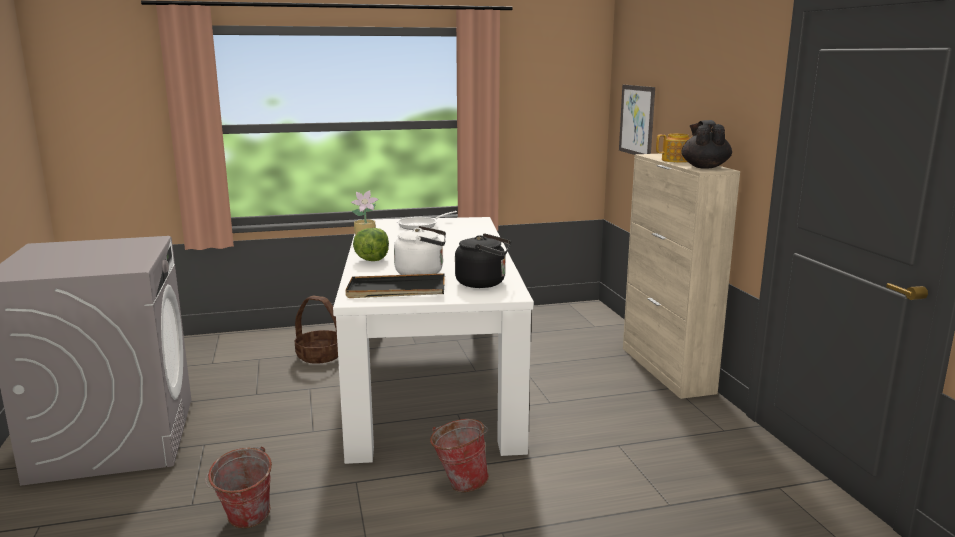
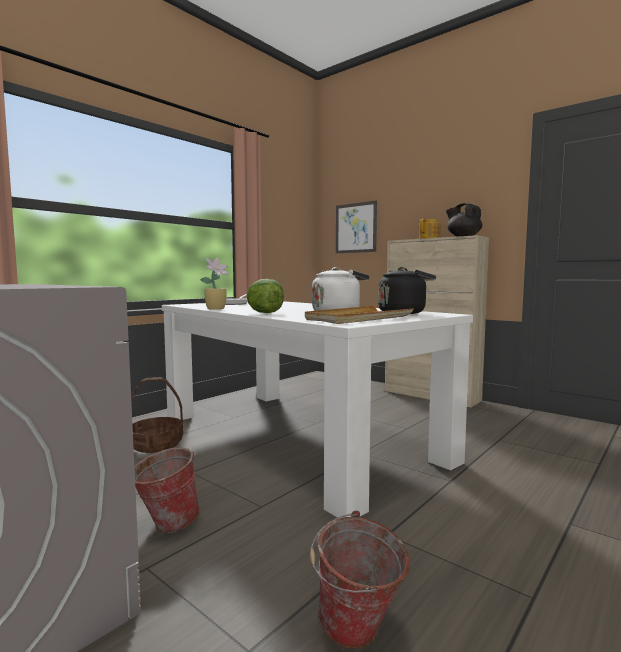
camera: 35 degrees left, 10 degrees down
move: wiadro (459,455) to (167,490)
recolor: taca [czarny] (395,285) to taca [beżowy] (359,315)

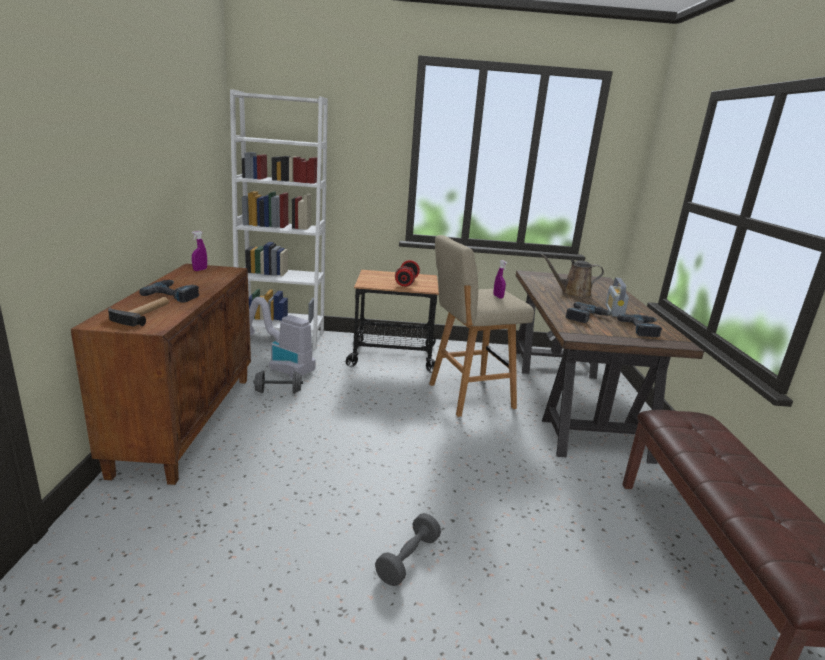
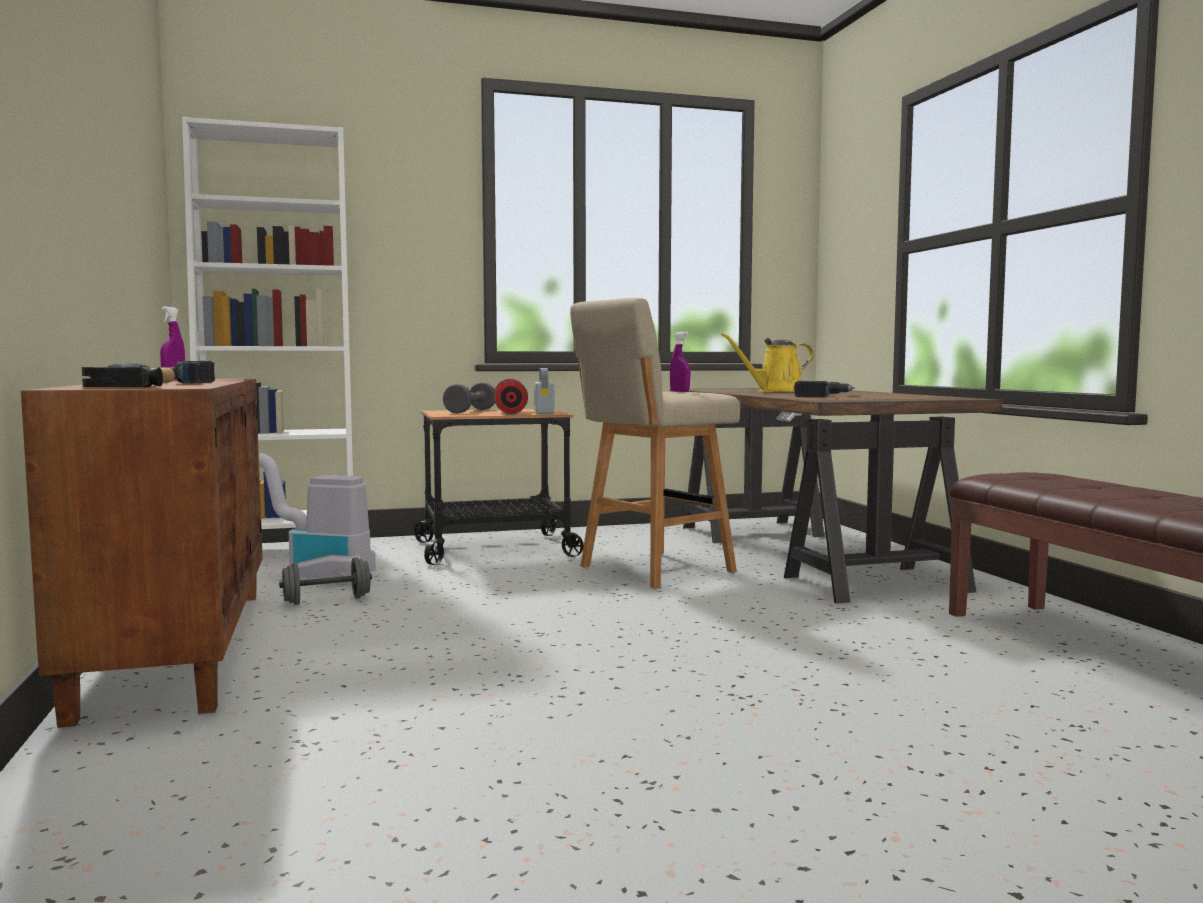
camera: 15 degrees left, 15 degrees down
delete: wiertarka (639,325)
move: hantel [szary] (408,549) to (469,397); radio (617,297) to (544,391)
recolor: konewka [brązowy] (572,276) to konewka [żółty] (767,362)

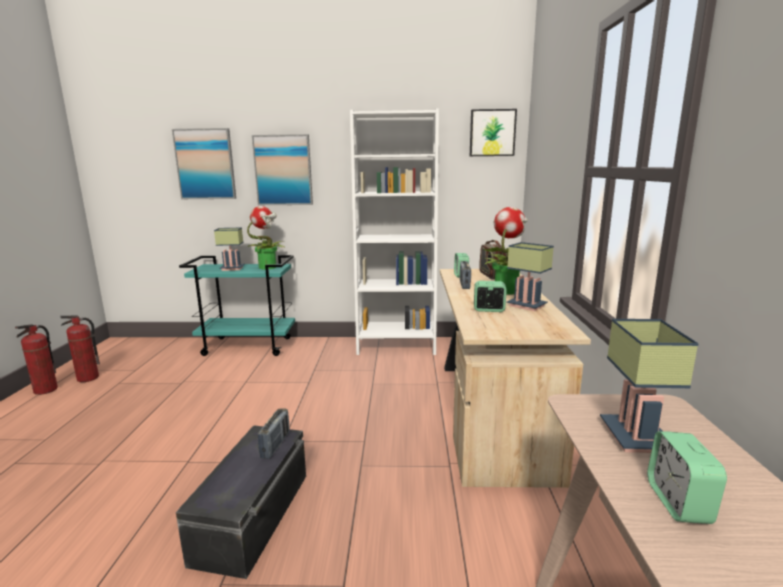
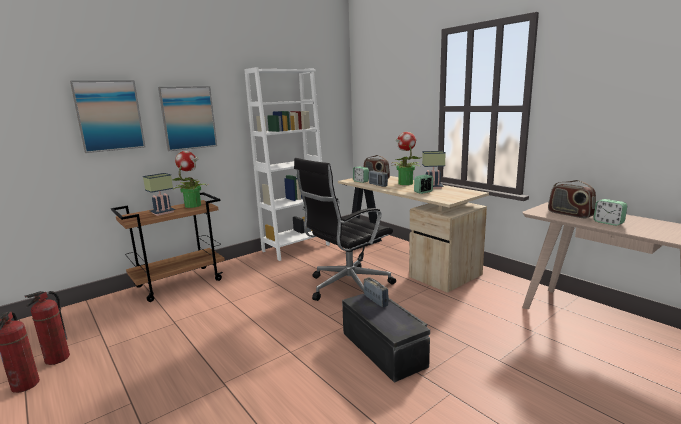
camera: 40 degrees left, 0 degrees up
delete: obraz (493,132)
insert: krzesło biurowe [czarny] (345,229)
replace: lampa stołowa (649,386) to radio (572,199)
recolor: wózek [turkusowy] (237,305) to wózek [brązowy] (168,247)

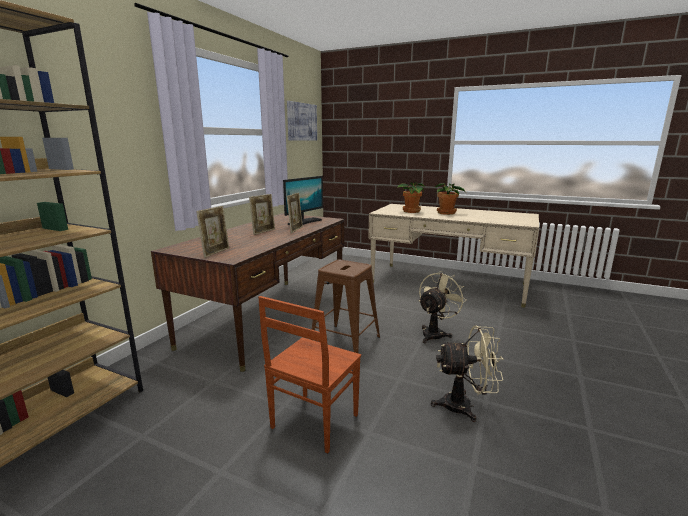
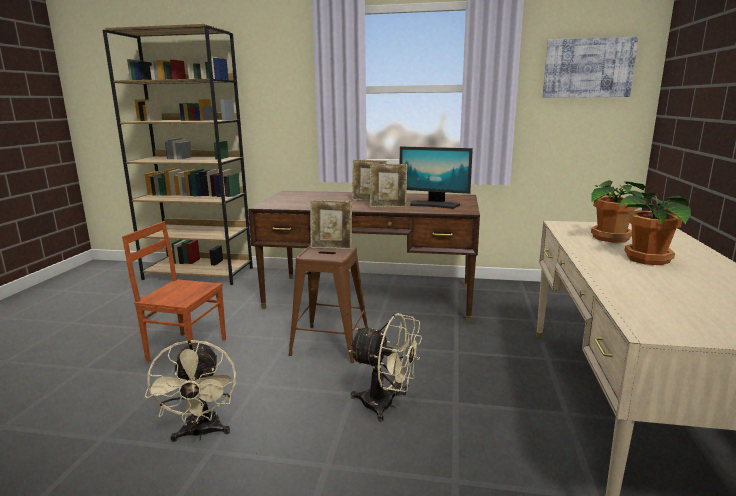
camera: 75 degrees right, 0 degrees up
move: ramka na zdjęcie (212,232) to (331,225)

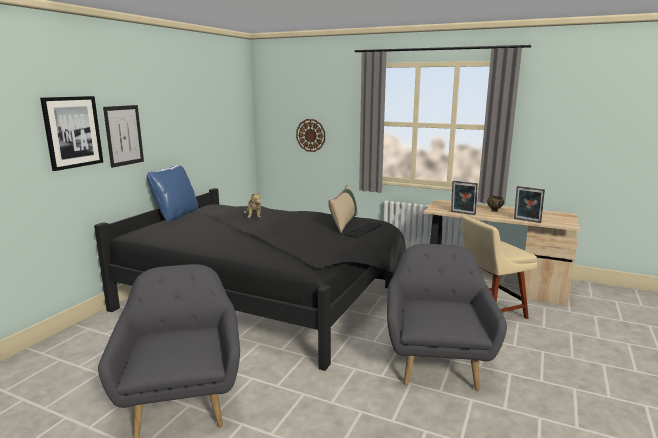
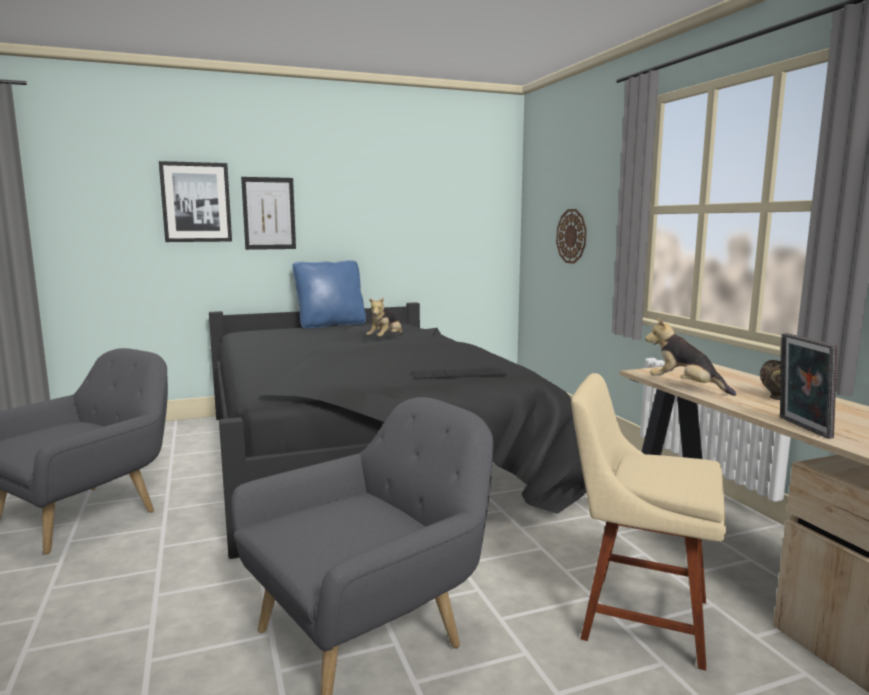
camera: 45 degrees right, 5 degrees down
delete: poduszka [beżowy] (342,209)
replace: ramka na zdjęcie (464,198) to pluszak (690,357)

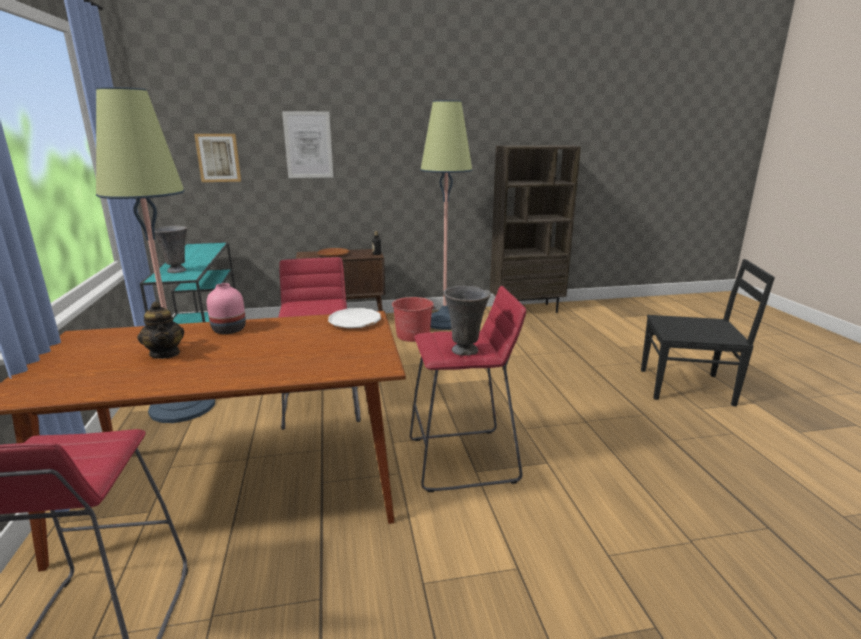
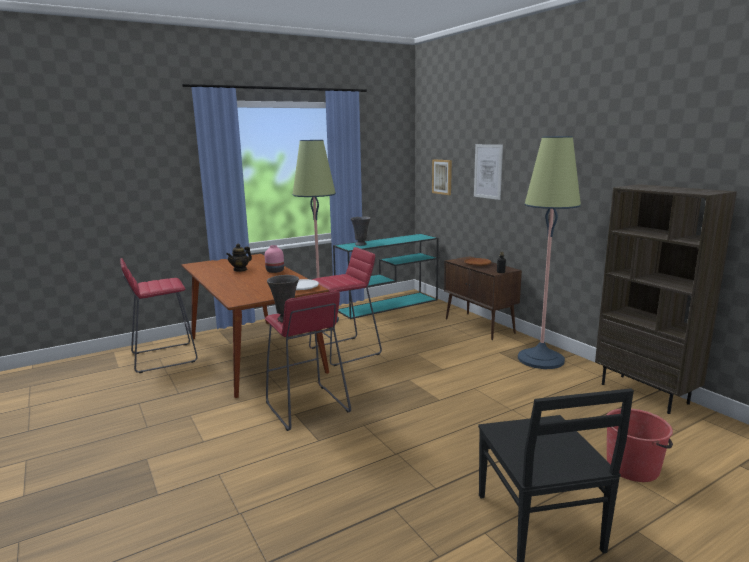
camera: 70 degrees right, 5 degrees down
move: wiadro [czerwony] (414,319) to (640,445)

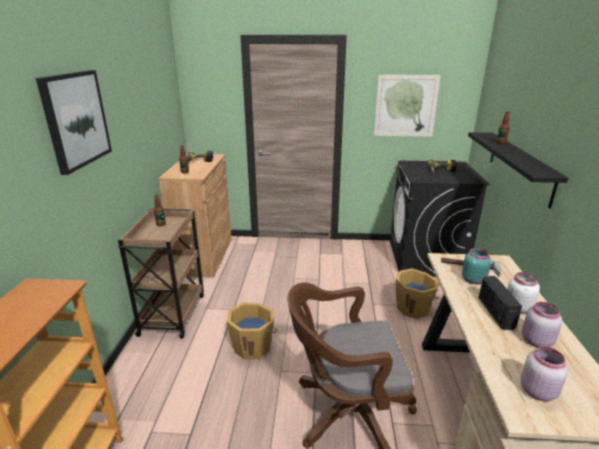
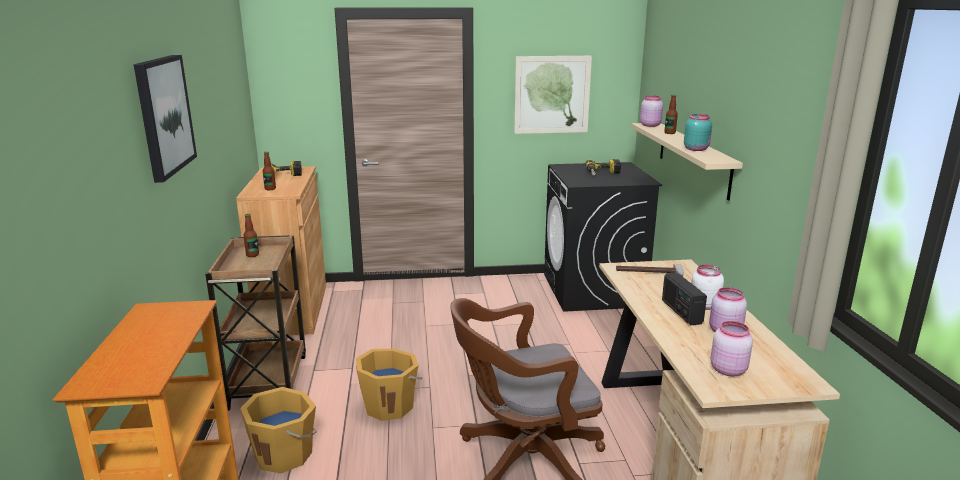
camera: 10 degrees left, 5 degrees down
insert: słoik [różowy] (651,111)
move: wiadro [pomarańczowy] (417,293) to (278,430); słoik [turkusowy] (476,266) to (698,132)
recolor: półka [czarny] (518,170) to półka [beżowy] (687,161)

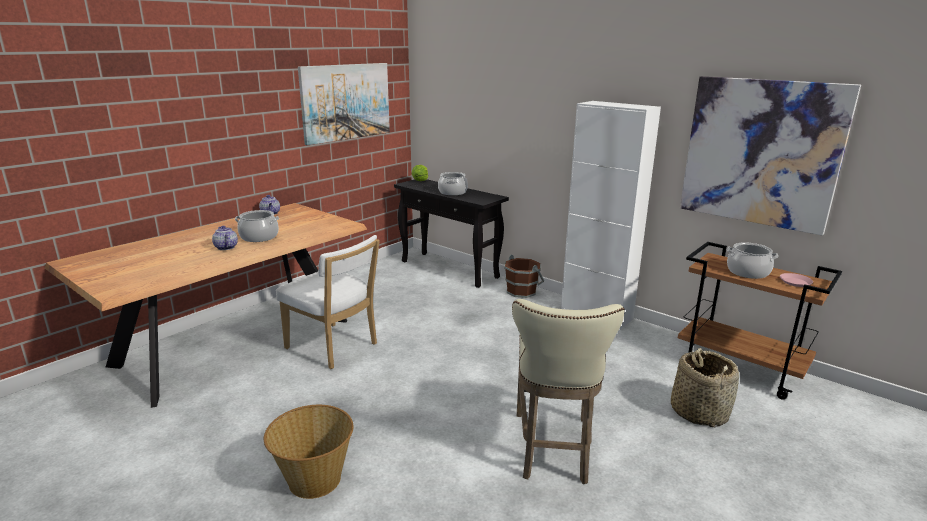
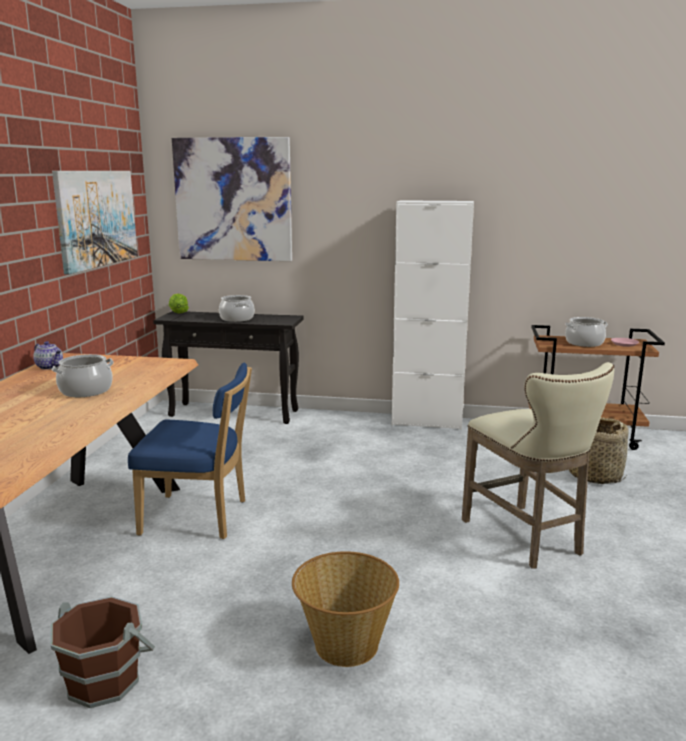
camera: 30 degrees left, 5 degrees down
delete: imbryk (225,238)
move: wiadro [brązowy] (524,276) to (102,652); obraz (770,156) to (232,199)
recolor: krzesło [biały] (328,302) to krzesło [niebieski] (190,451)

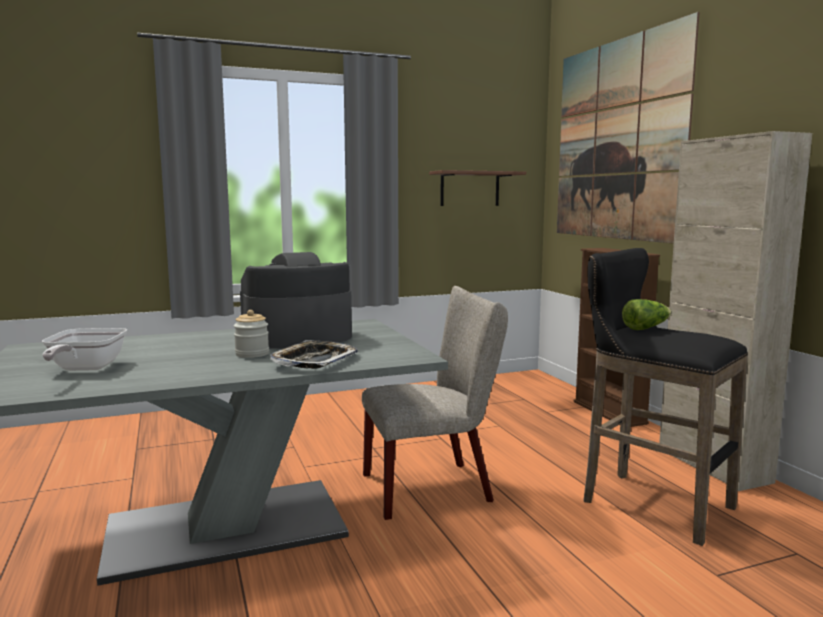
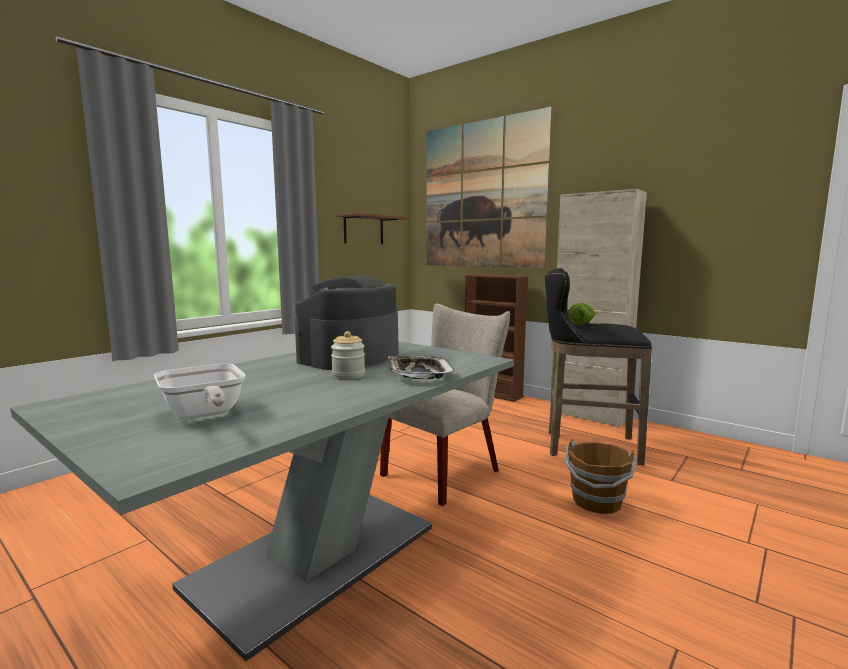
camera: 30 degrees left, 0 degrees up
insert: wiadro [brązowy] (600,476)

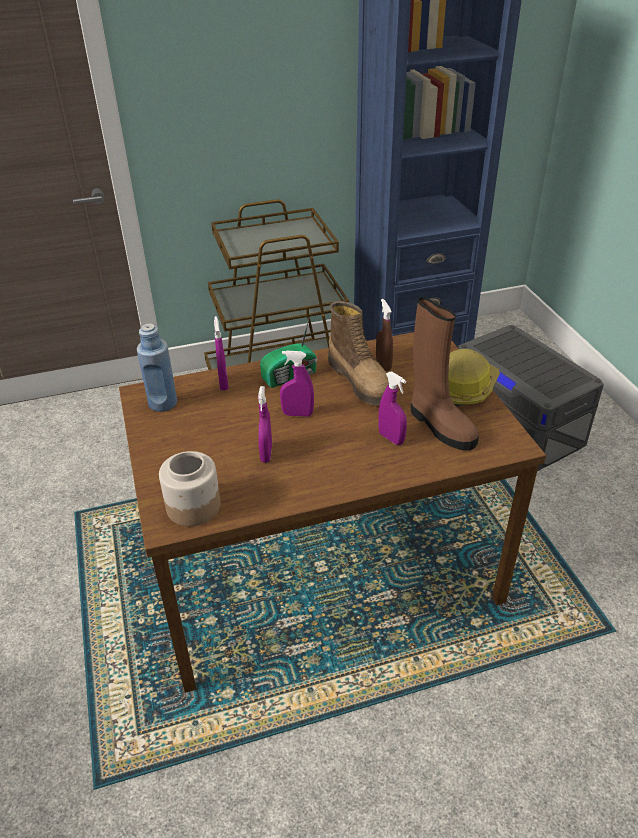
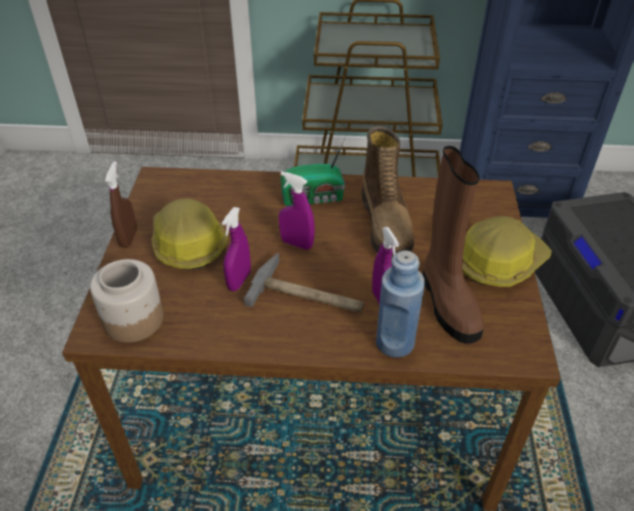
camera: 20 degrees right, 5 degrees up
delete: spryskiwacz [fioletowy] (221,353)
insert: kask (190,234); młotek (304,283)
move: butelka [niebieski] (157,368) to (400,304); spryskiwacz [brązowy] (384,335) to (121,204)

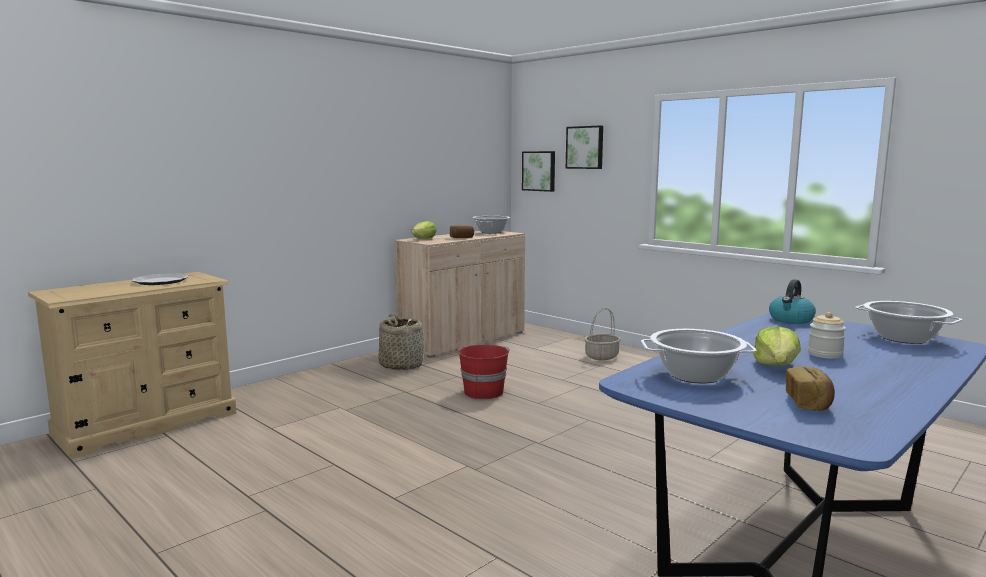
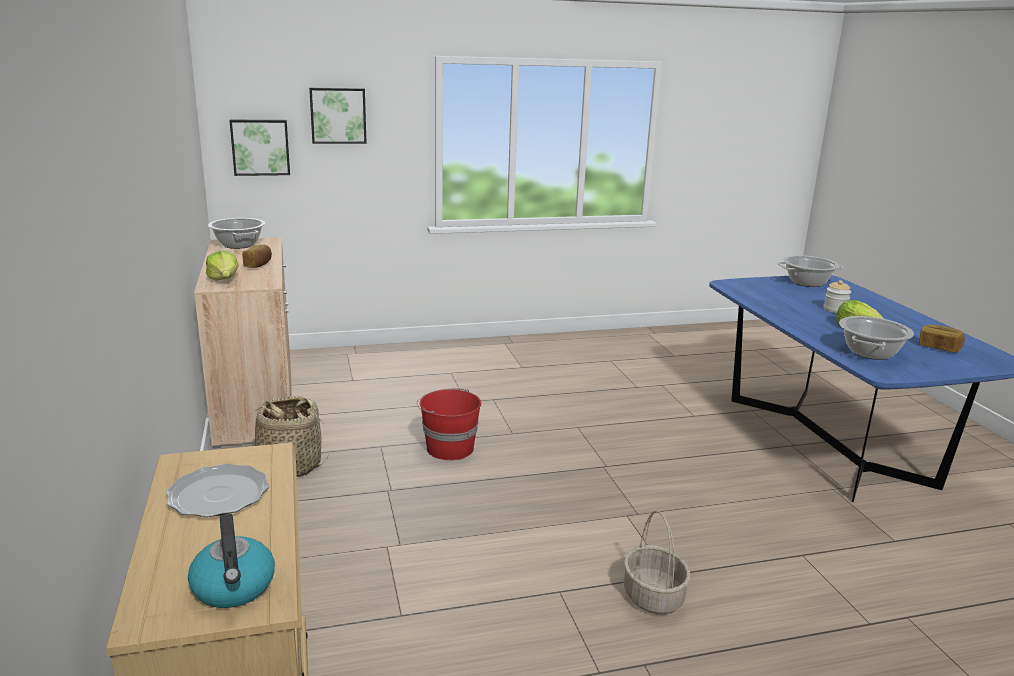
camera: 60 degrees left, 10 degrees up
move: koszyk (602,333) to (657,562); czajnik (792,301) to (231,561)

